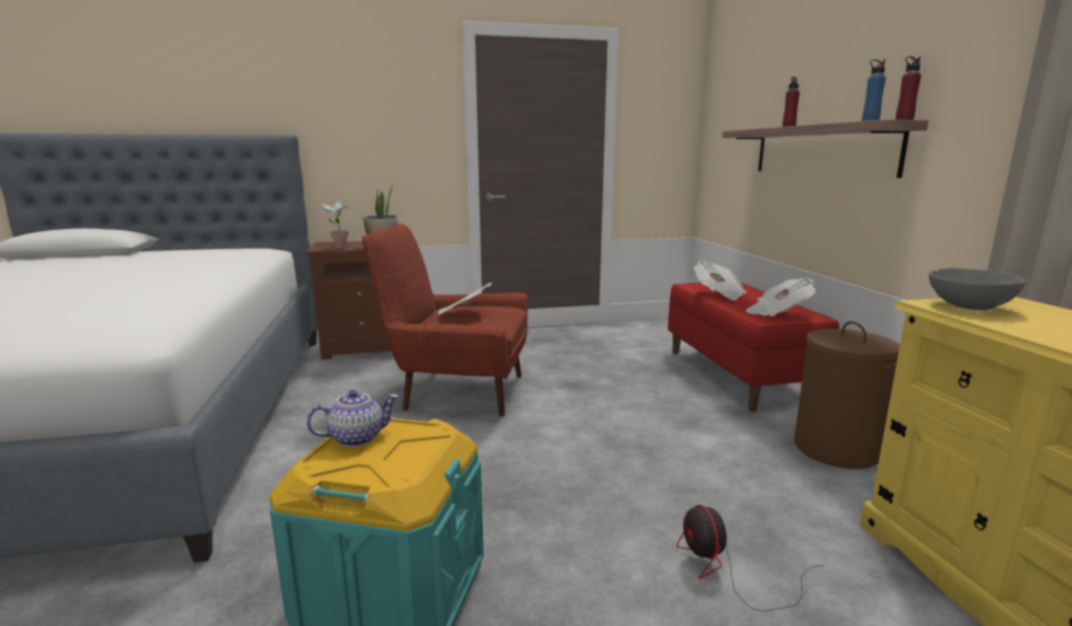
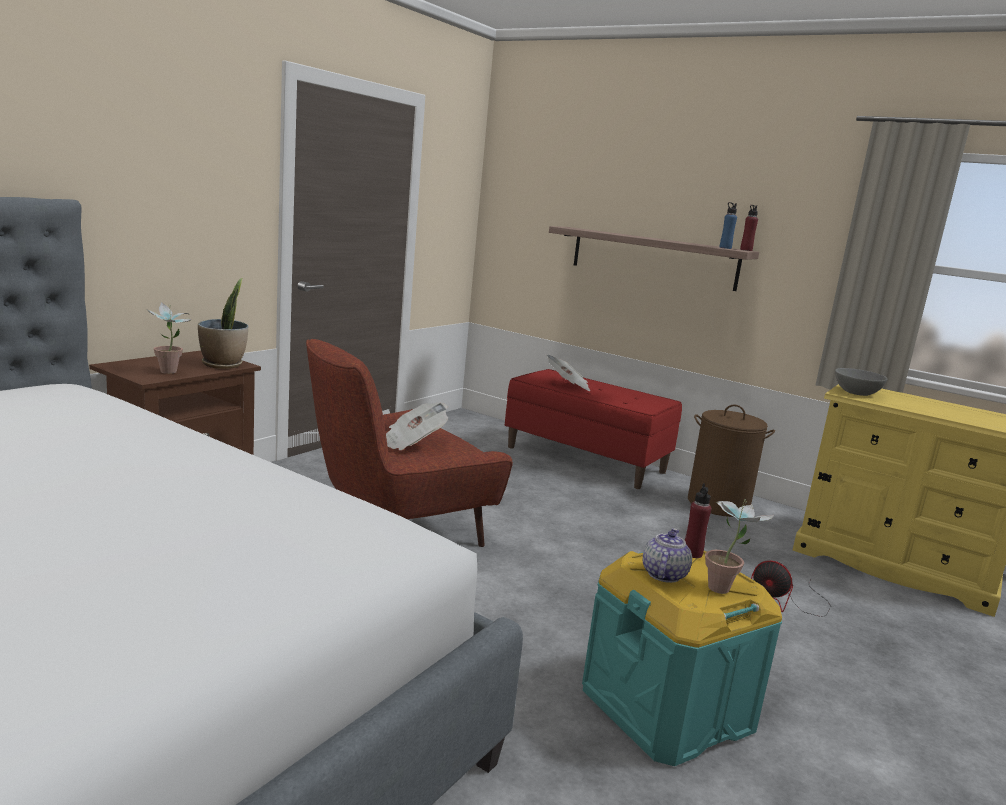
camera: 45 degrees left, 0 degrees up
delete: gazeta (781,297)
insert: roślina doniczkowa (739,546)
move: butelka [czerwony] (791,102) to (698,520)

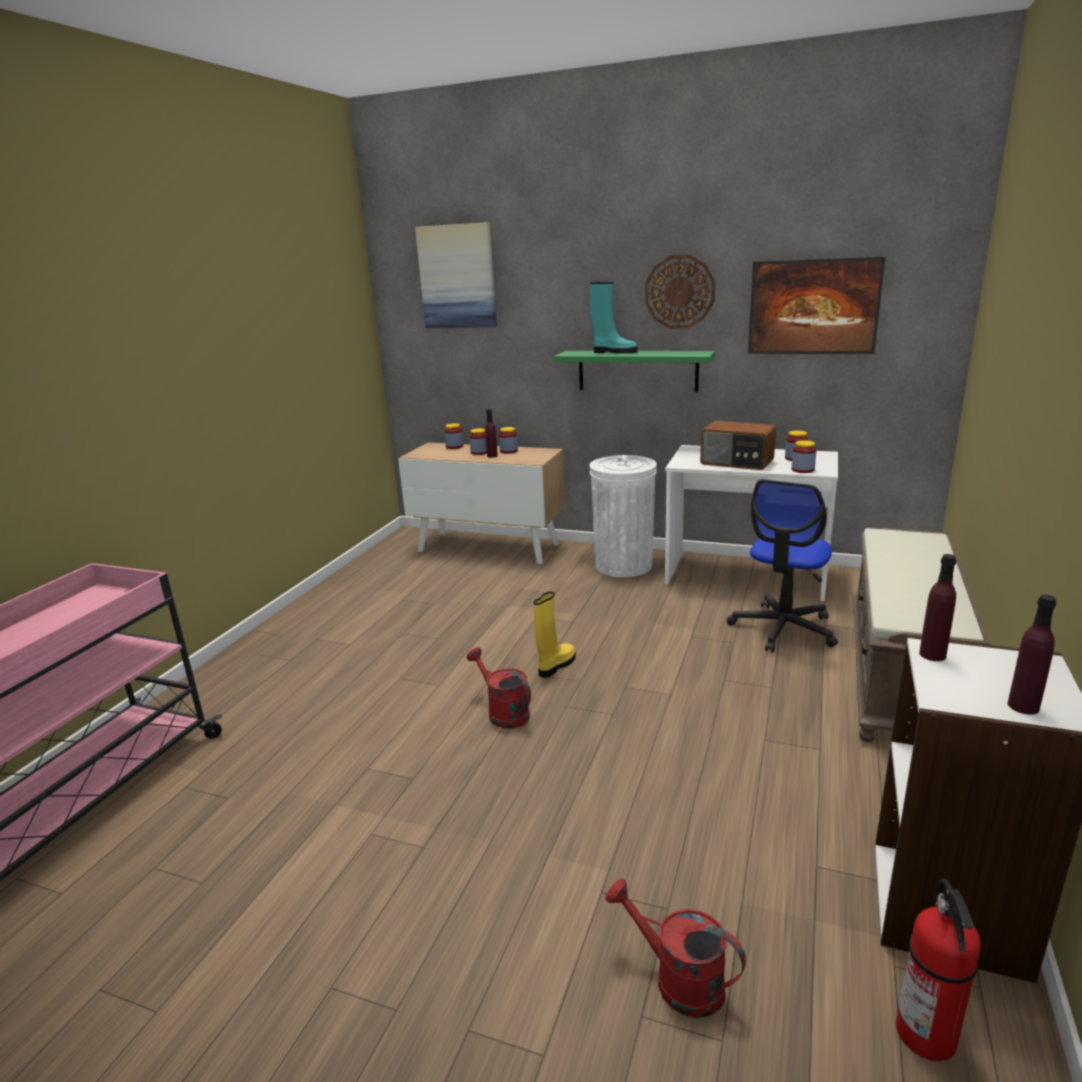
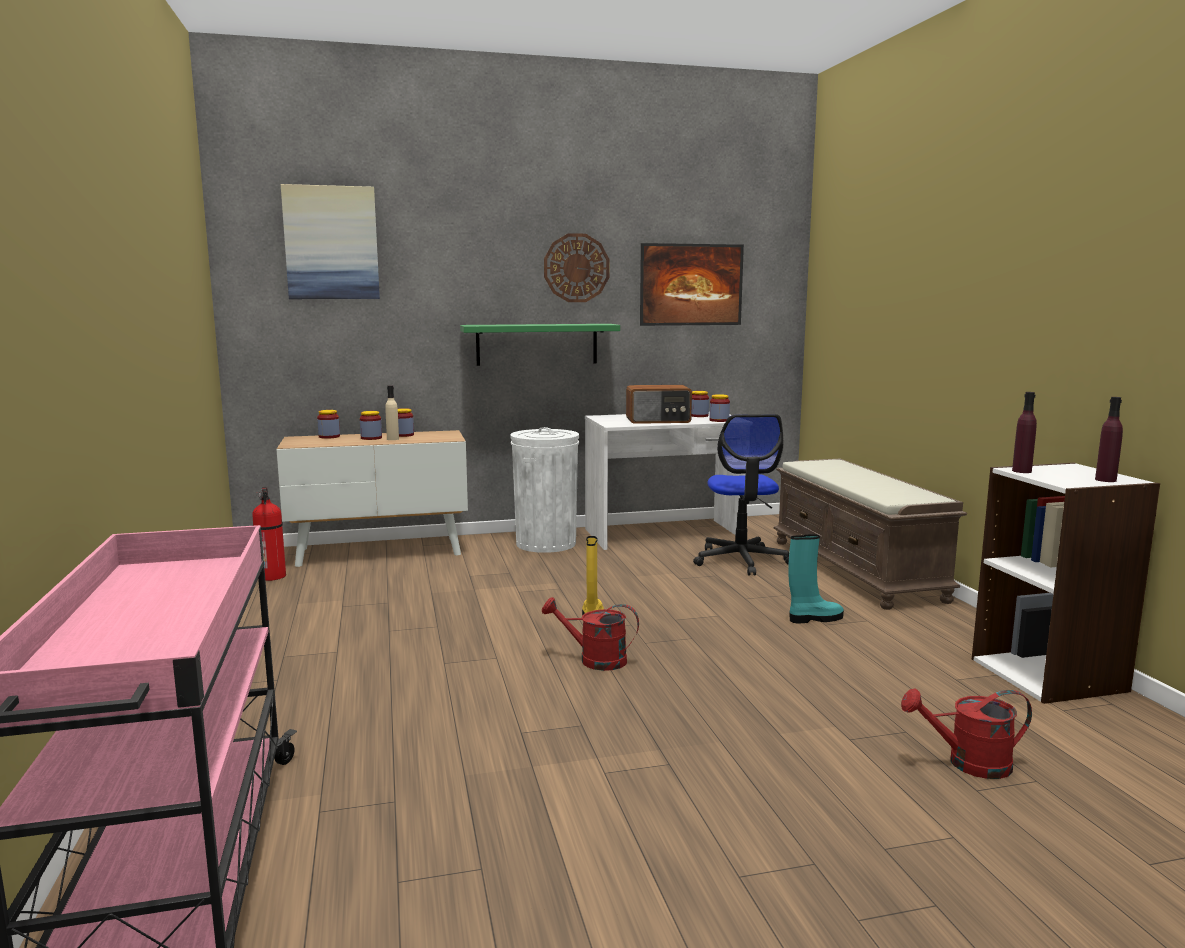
camera: 35 degrees left, 10 degrees down
move: but z cholewką [turkusowy] (614,318) to (816,578); gaśnica (938,970) to (269,534)
recolor: butelka [fioletowy] (491,433) to butelka [beżowy] (392,412)

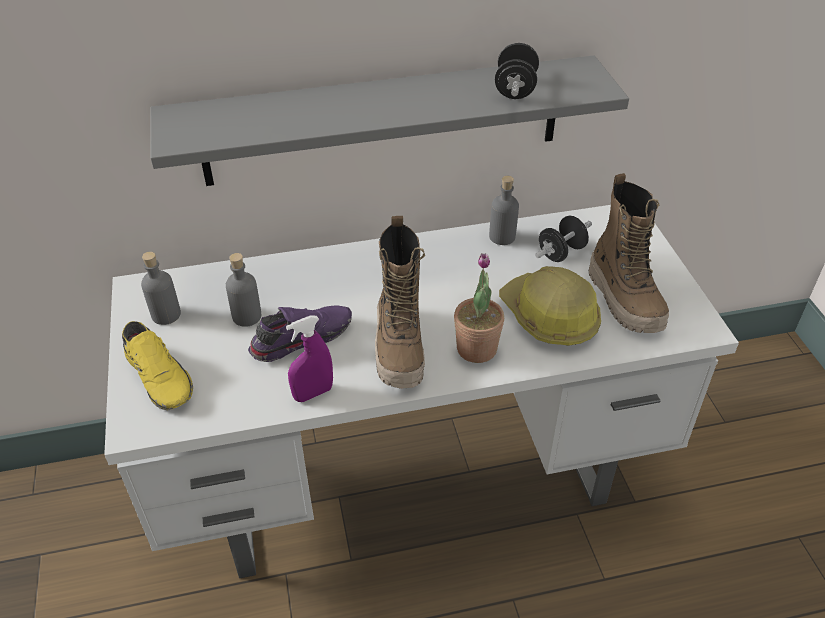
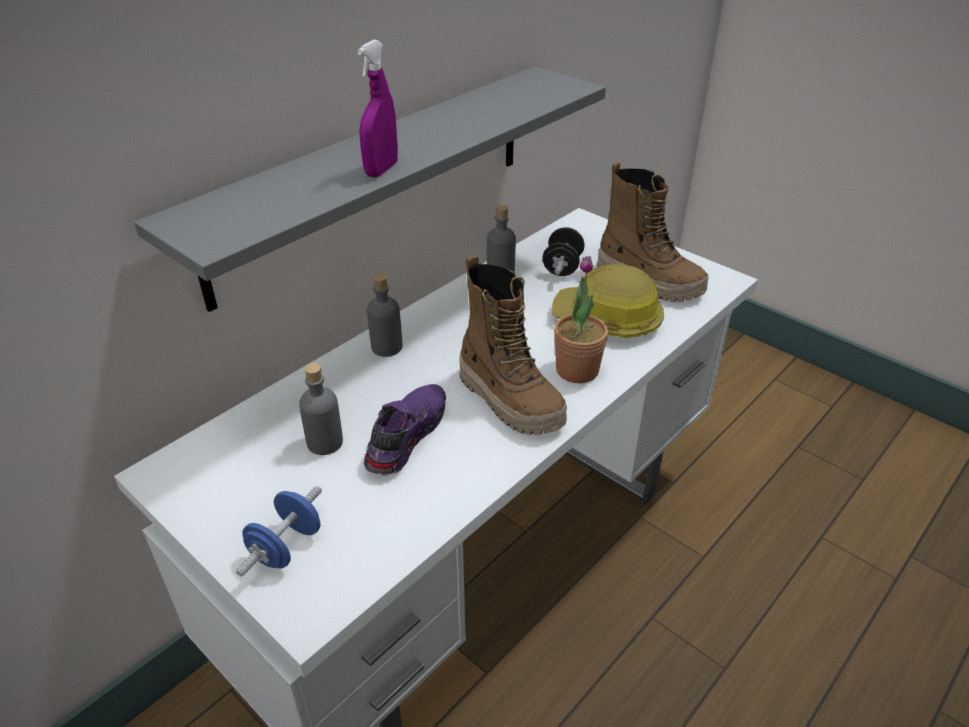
camera: 35 degrees left, 5 degrees down
delete: hantel [czarny] (517,71)
move: butelka [szary] (161,288) to (384,315); spryskiwacz [fioletowy] (309,358) to (377,108)
replace: but [żółty] (157,365) to hantel [niebieski] (279,531)

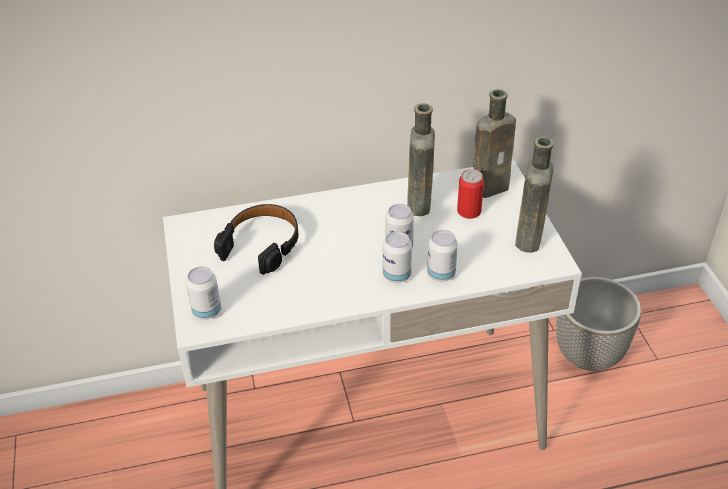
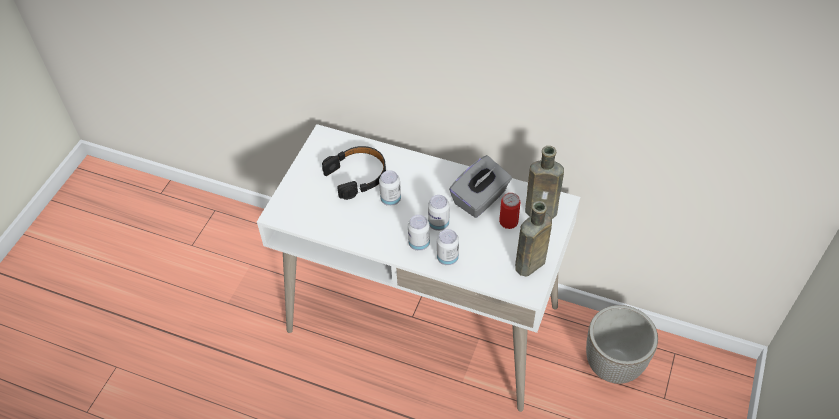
camera: 35 degrees right, 10 degrees up
move: puszka (203,293) to (390,188)
replace: butelka [brązowy] (421,159) to pudełko chusteczek [szary] (480,186)

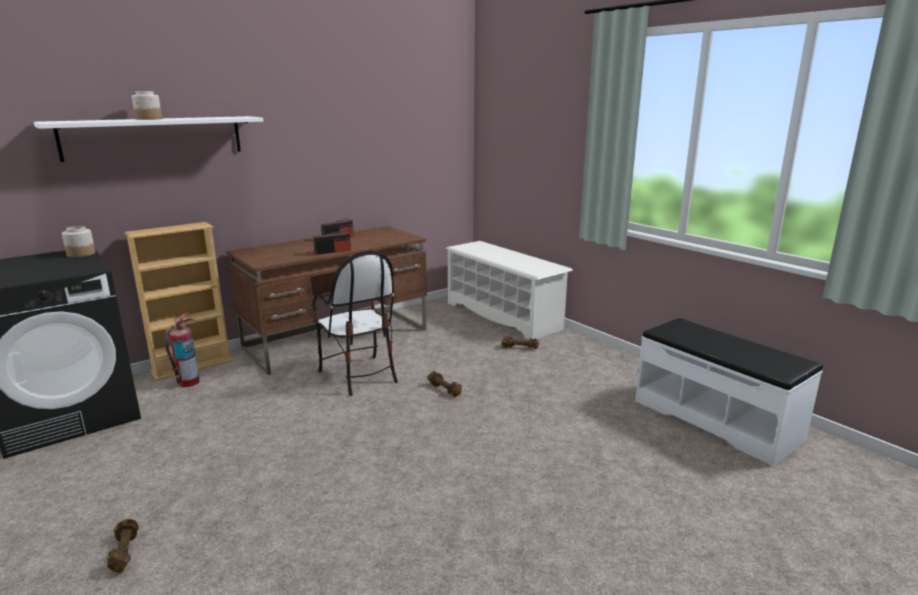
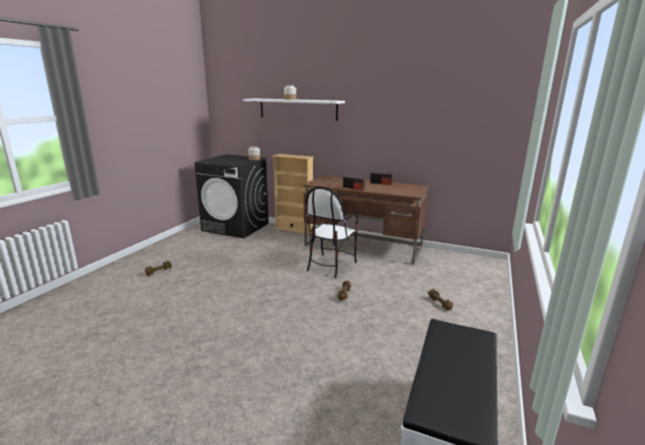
camera: 60 degrees right, 0 degrees up
delete: gaśnica (182,349); regał na buty [biały] (509,290)

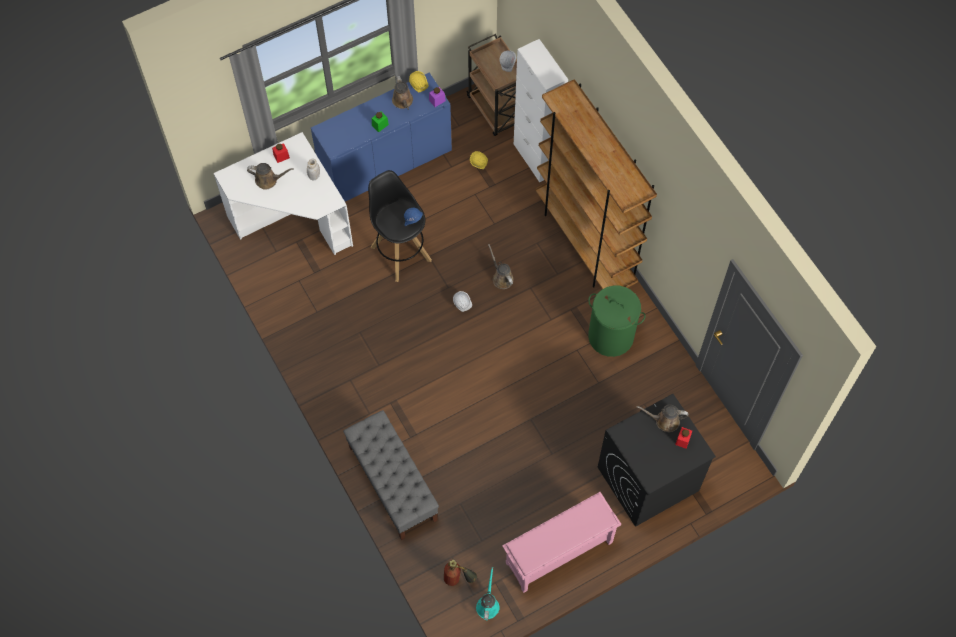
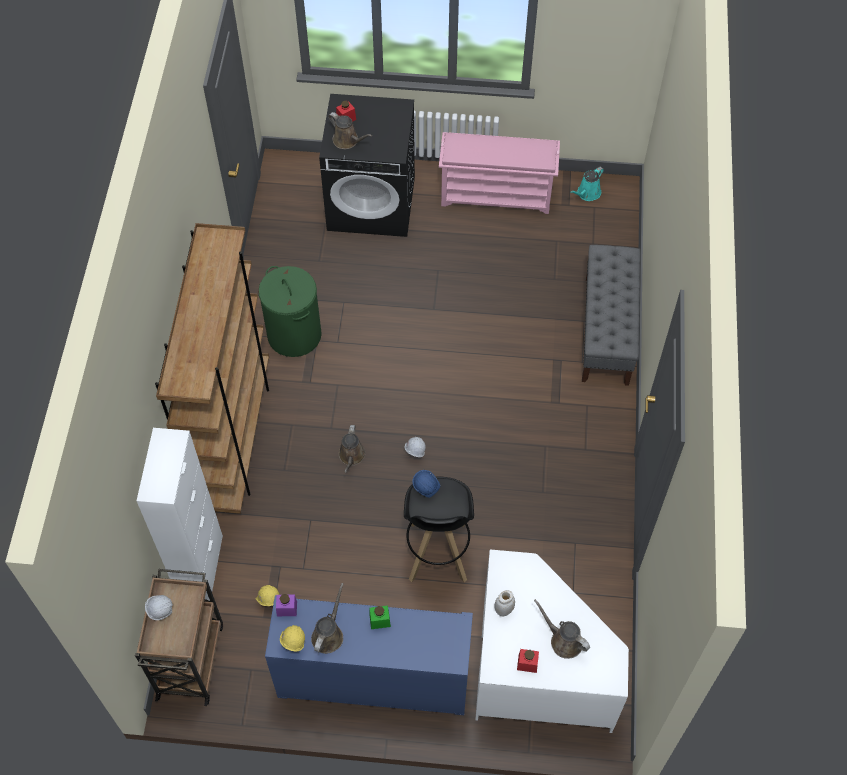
camera: 145 degrees left, 5 degrees down
delete: gaśnica (460,572)

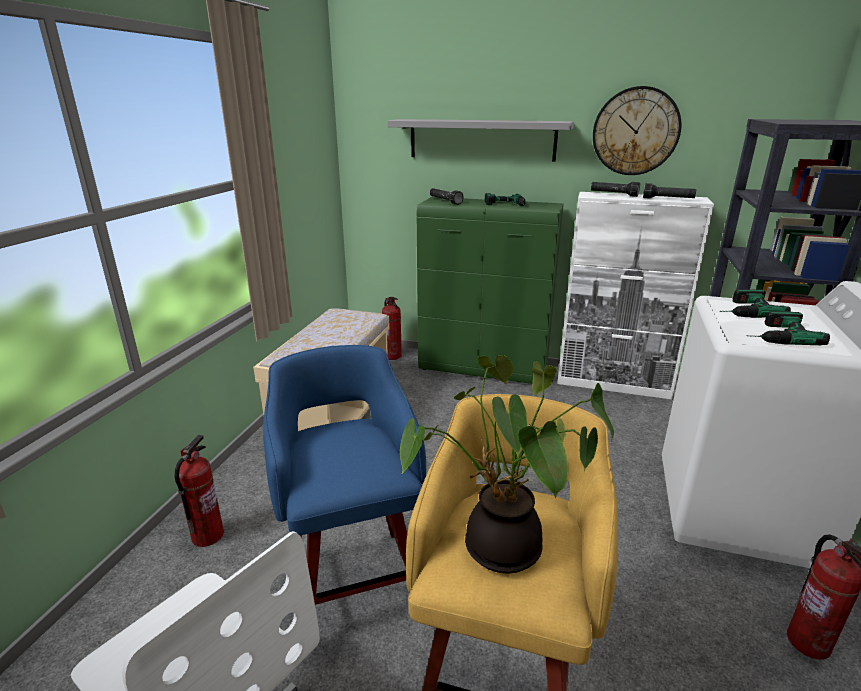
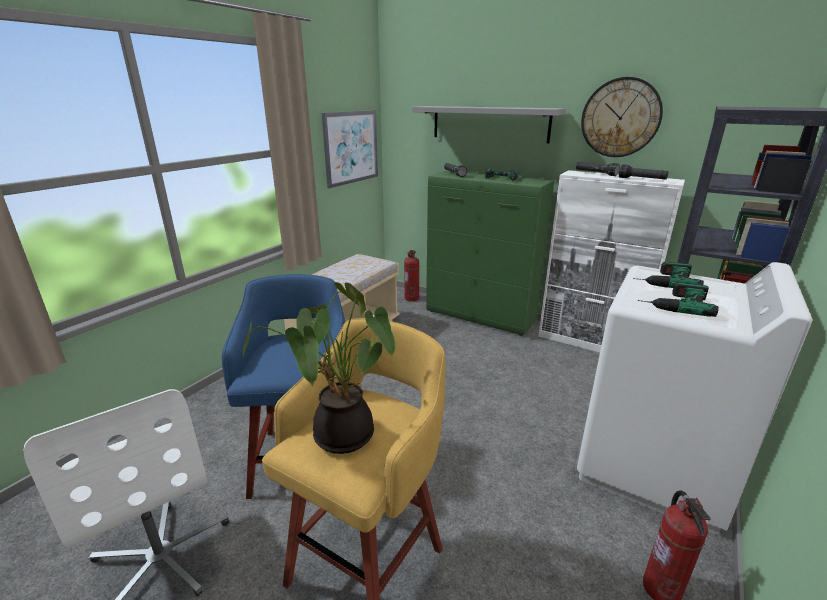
camera: 15 degrees right, 0 degrees up
delete: gaśnica (199,491)
insert: obraz (350,149)

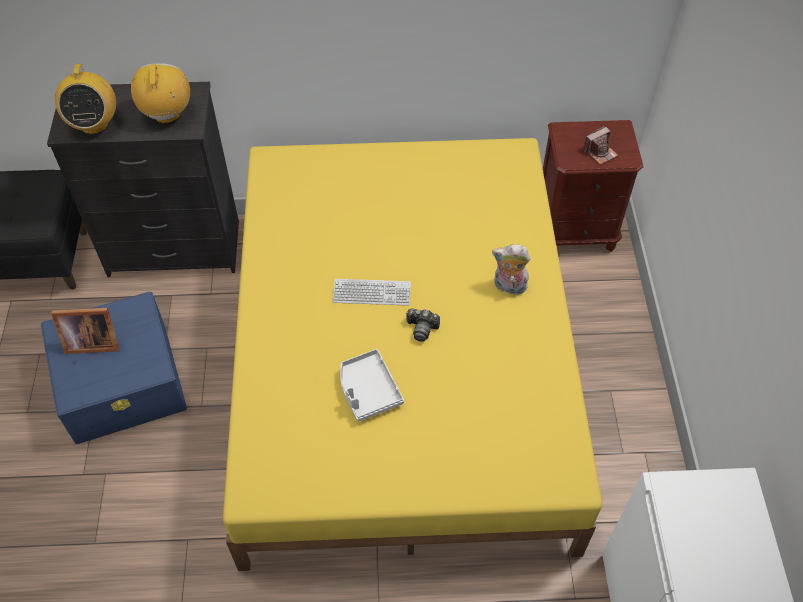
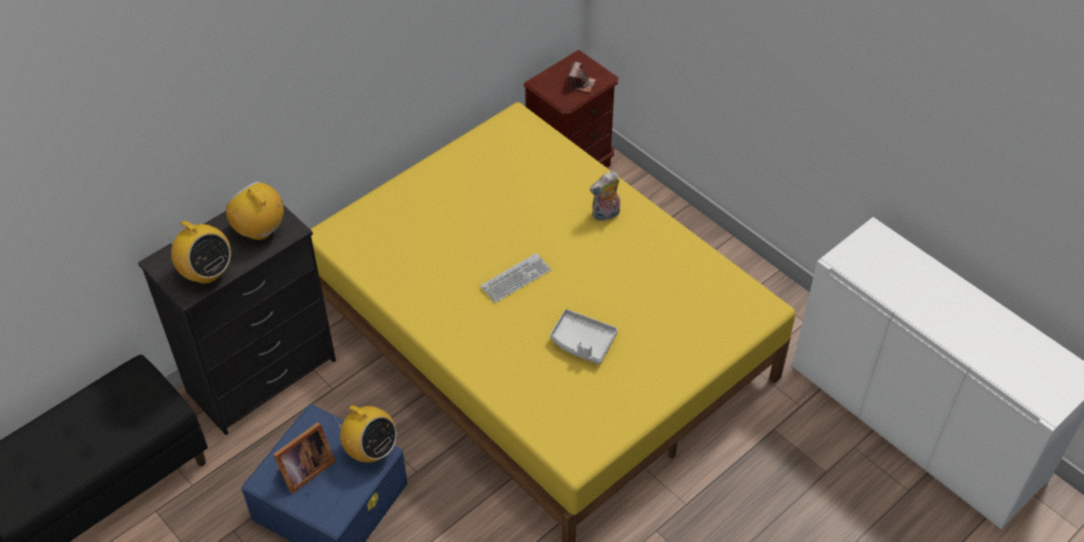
camera: 40 degrees left, 5 degrees down
delete: aparat fotograficzny (423,325)
insert: radio (365,433)

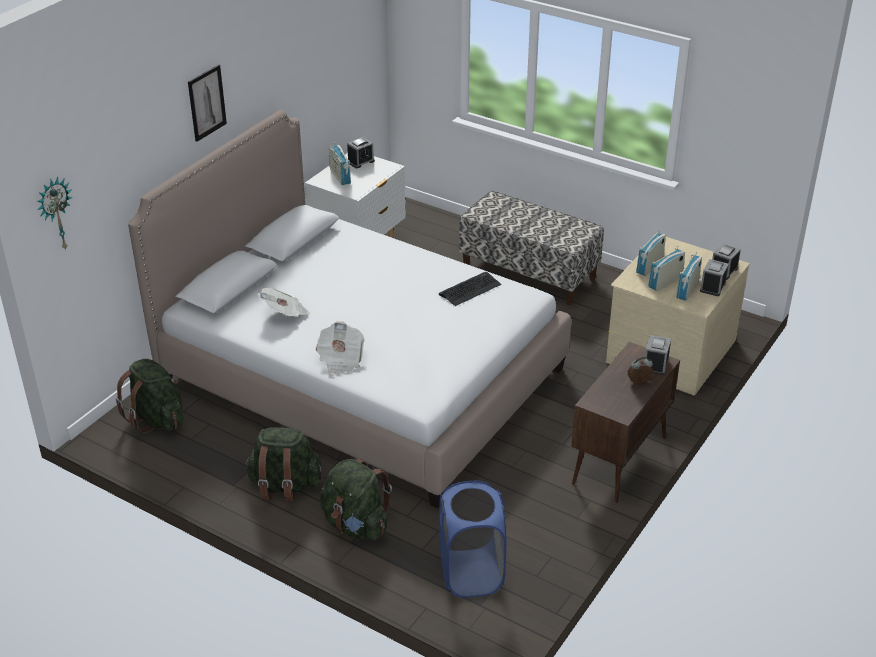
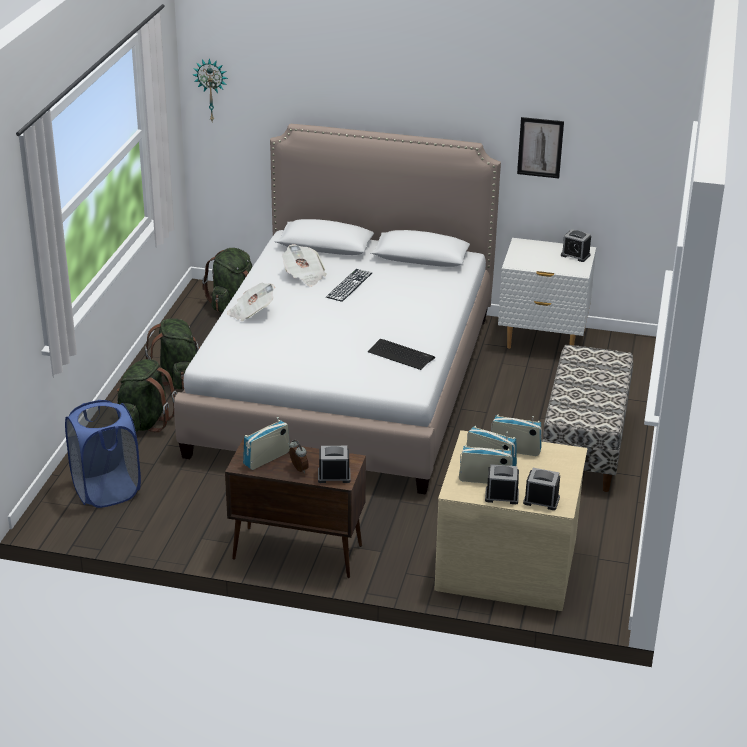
camera: 70 degrees right, 5 degrees down
insert: klawiatura (349,285)
move: obraz (207,103) to (540,147); radio (340,163) to (266,443)

